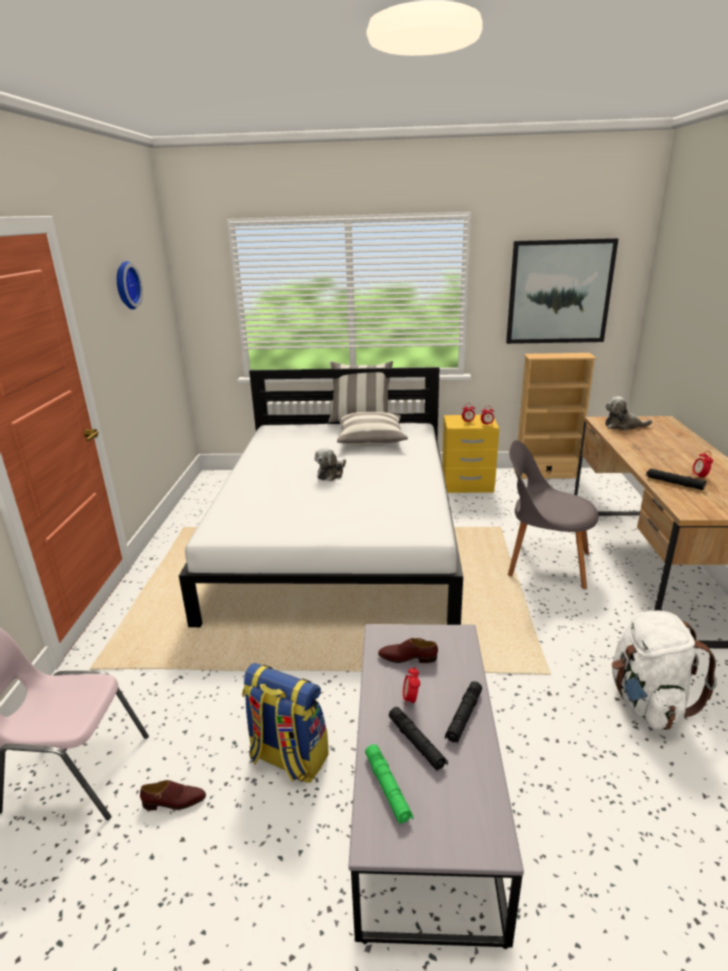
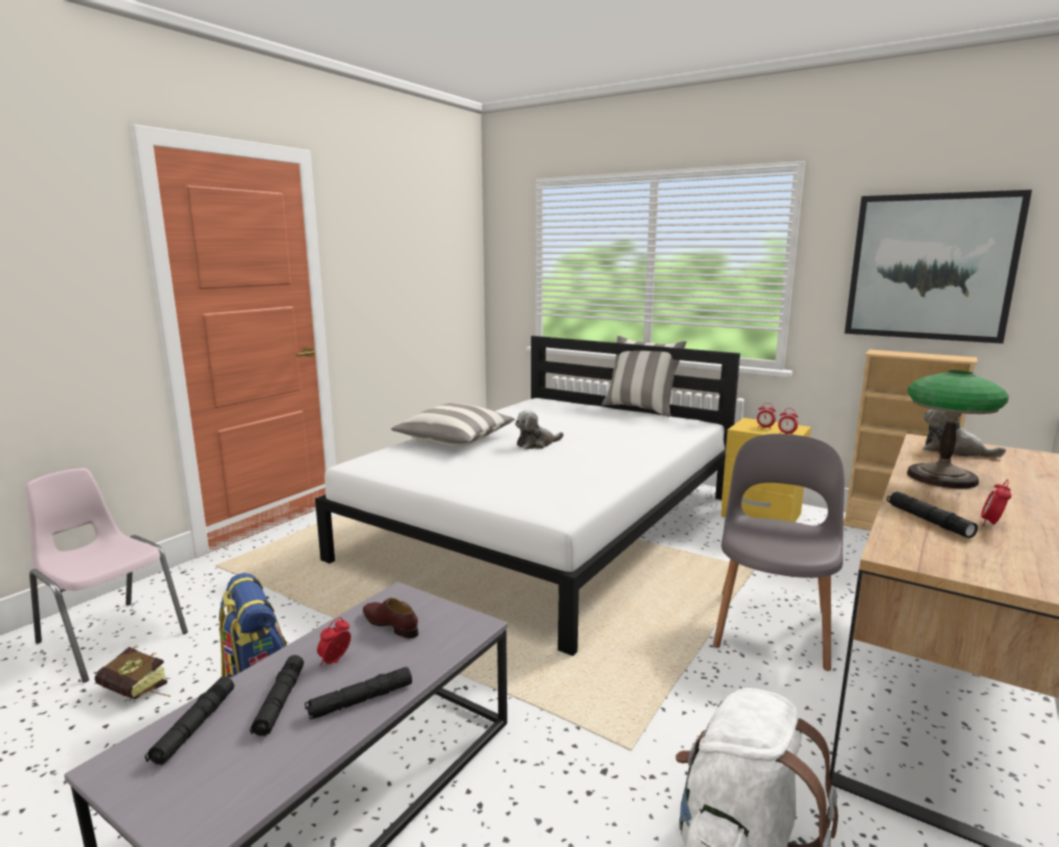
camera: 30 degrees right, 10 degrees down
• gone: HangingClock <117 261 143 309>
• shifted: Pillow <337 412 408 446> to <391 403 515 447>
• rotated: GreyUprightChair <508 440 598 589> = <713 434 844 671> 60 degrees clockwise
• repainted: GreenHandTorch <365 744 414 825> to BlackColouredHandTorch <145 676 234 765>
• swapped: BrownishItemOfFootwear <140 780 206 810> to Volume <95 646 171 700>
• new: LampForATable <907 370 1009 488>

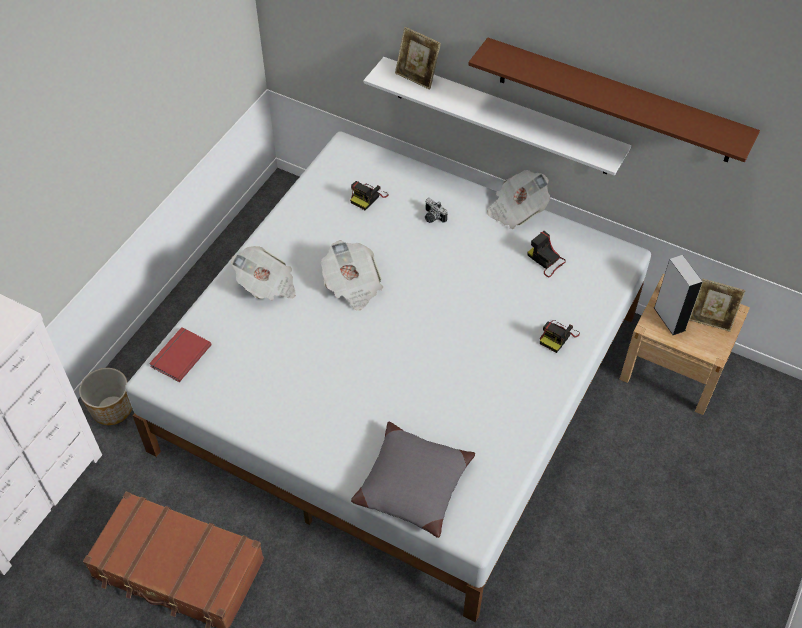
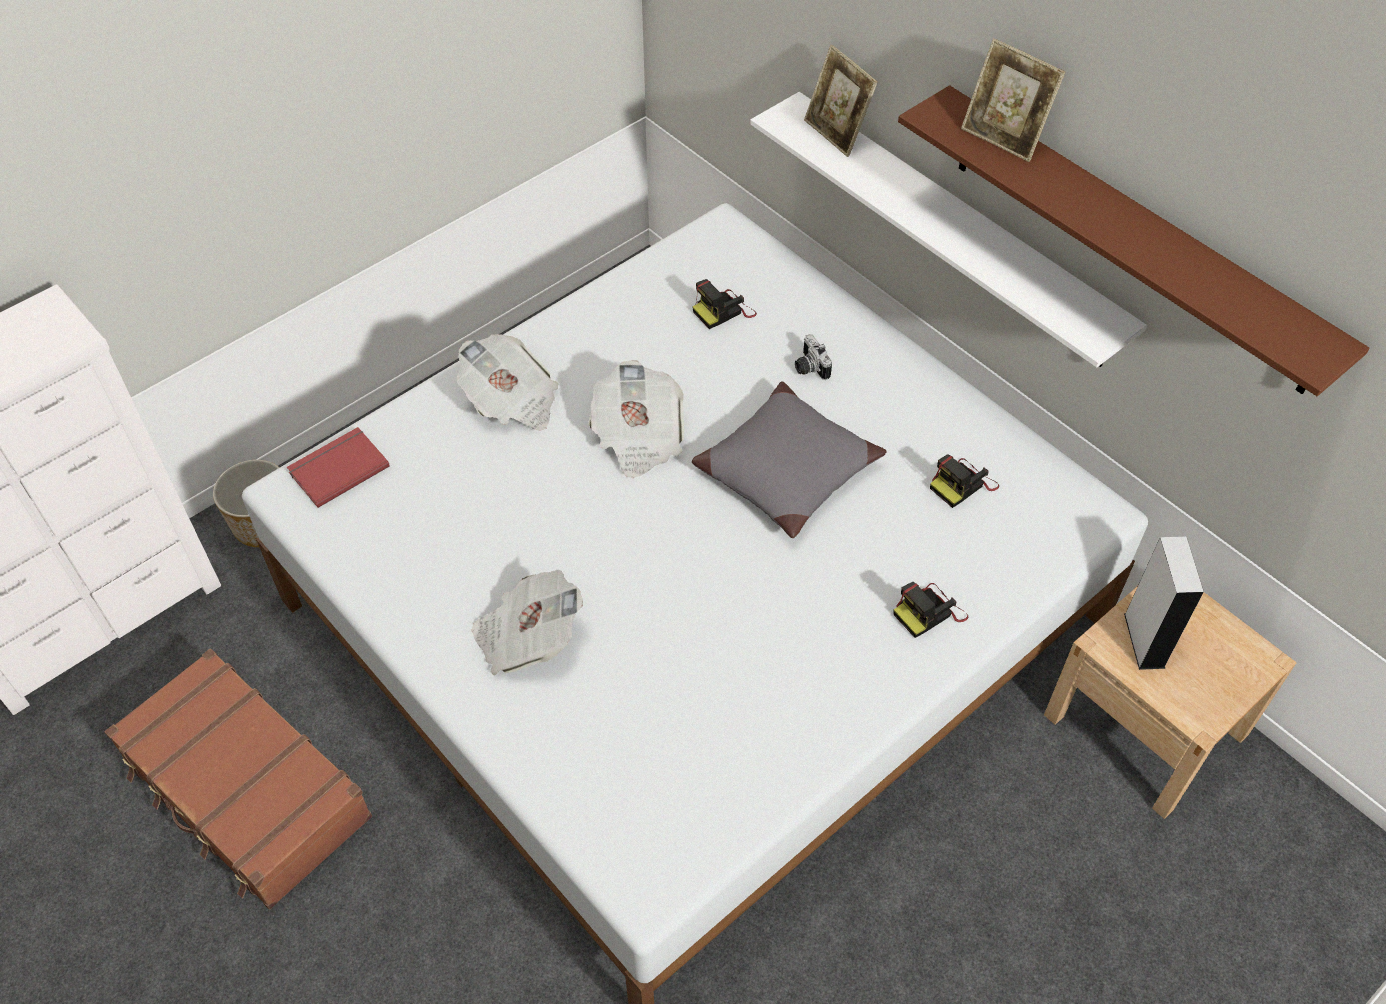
camera: 20 degrees right, 0 degrees up
• shifted: PrintedPaper <487 170 550 229> to <471 570 583 675>
• rotated: PhotoCamera <527 231 566 277> = <930 454 999 508> 105 degrees counterclockwise
• shifted: PictureFrame <689 278 746 332> to <961 38 1065 162>
• shifted: GreyPillow <351 422 475 538> to <692 382 887 538>

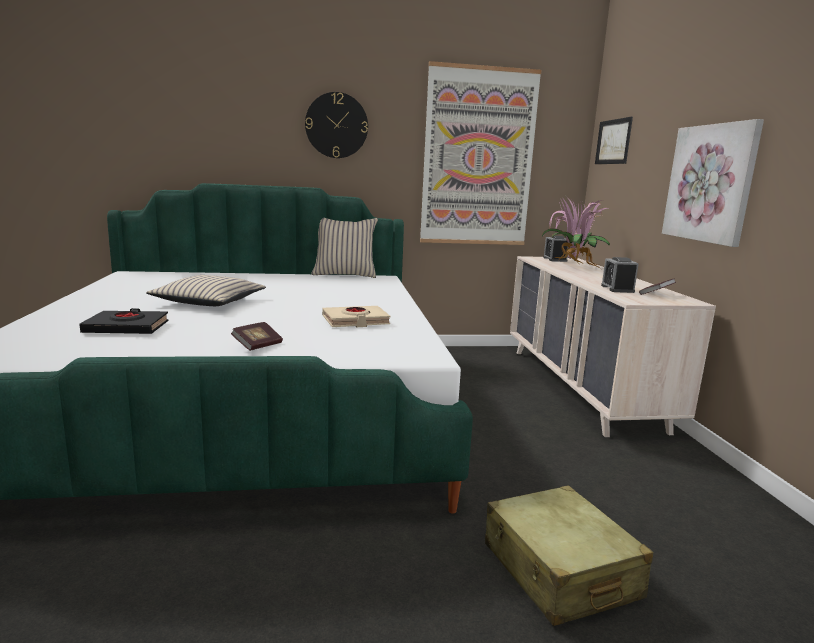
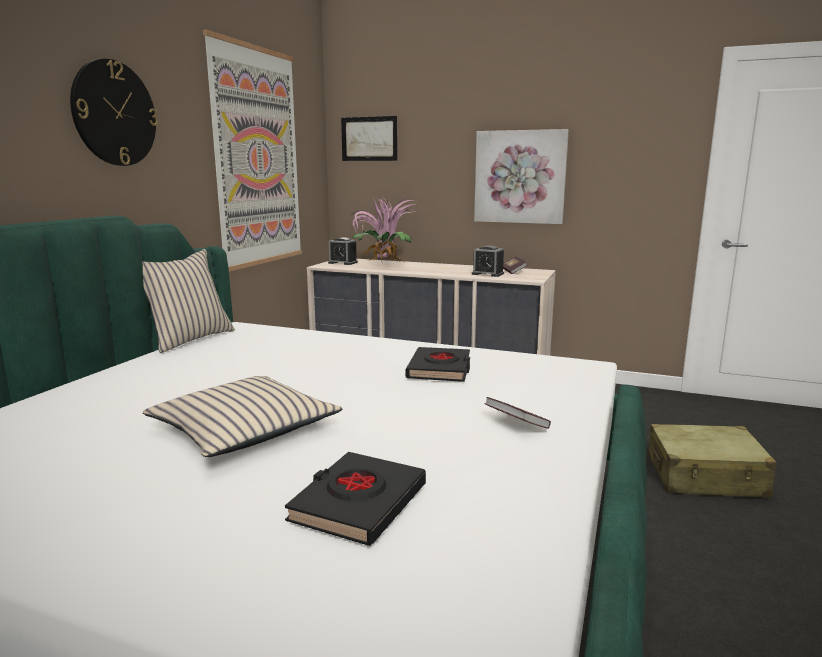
camera: 60 degrees left, 0 degrees up
• repainted: SandColouredVolume <322 306 391 327> to BlackColouredVolume <406 347 470 382>

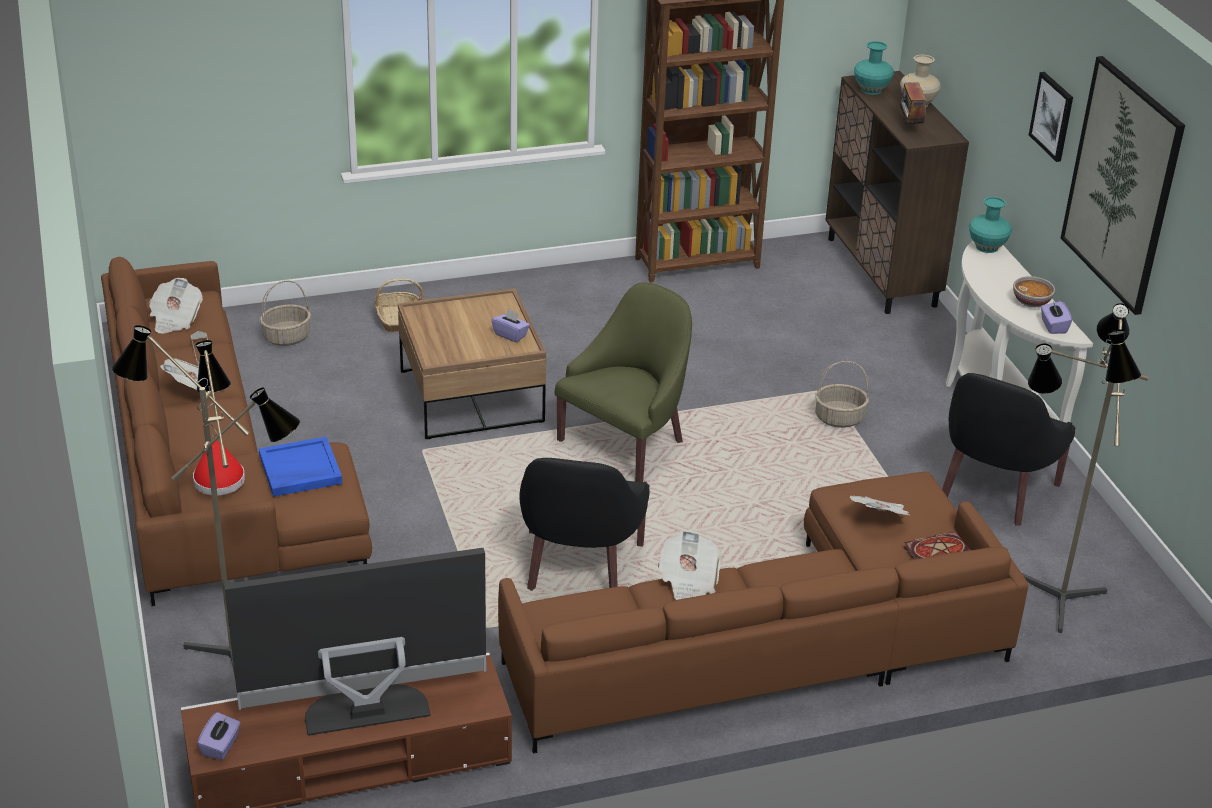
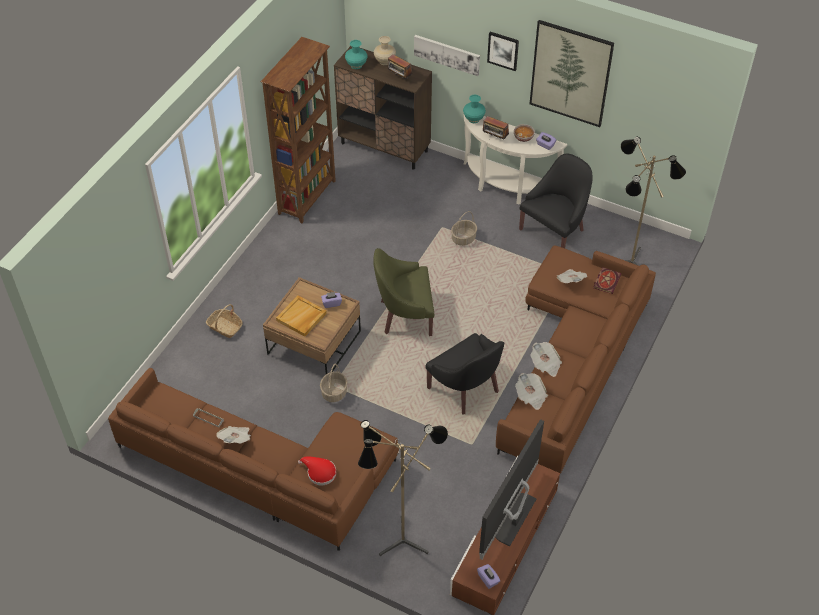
camera: 45 degrees left, 15 degrees up
• shifted: PrintedPaper <149 278 203 333> to <515 373 548 410>
• shifted: Basket <260 280 311 346> to <320 364 348 402>
• rotated: GreenLoungeChair <555 282 692 482> = <373 248 434 336> 90 degrees counterclockwise
• rotated: BlackColouredLoungeChair <942 373 1075 526> = <519 154 593 248> 120 degrees counterclockwise
• gone: BlueColouredServingTray <259 436 342 497>
• new: Picture <414 35 480 76>
• new: RadioSet <483 116 509 140>
• new: SandColouredServingTray <276 295 327 337>

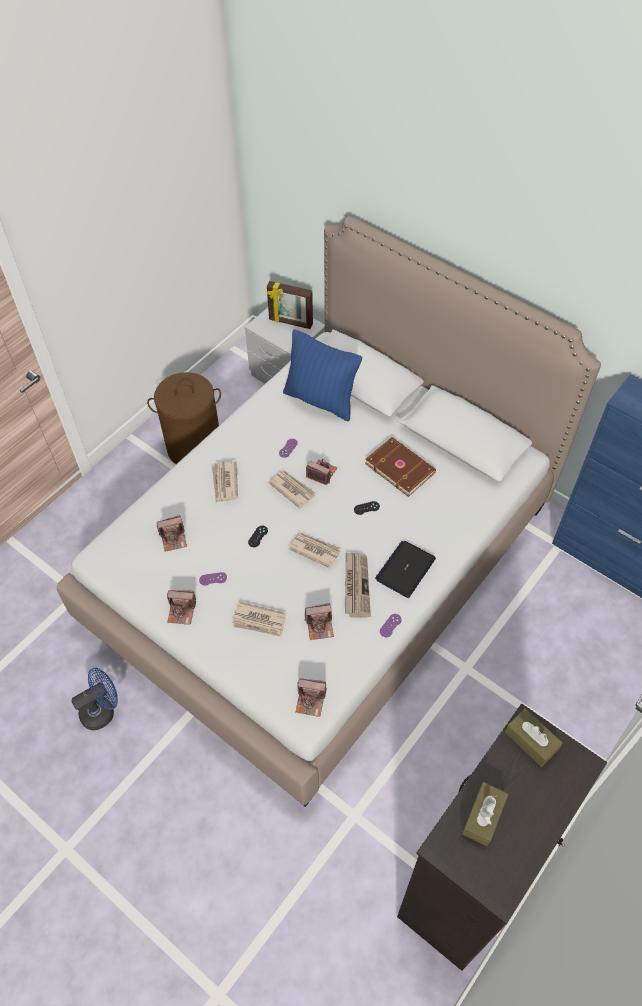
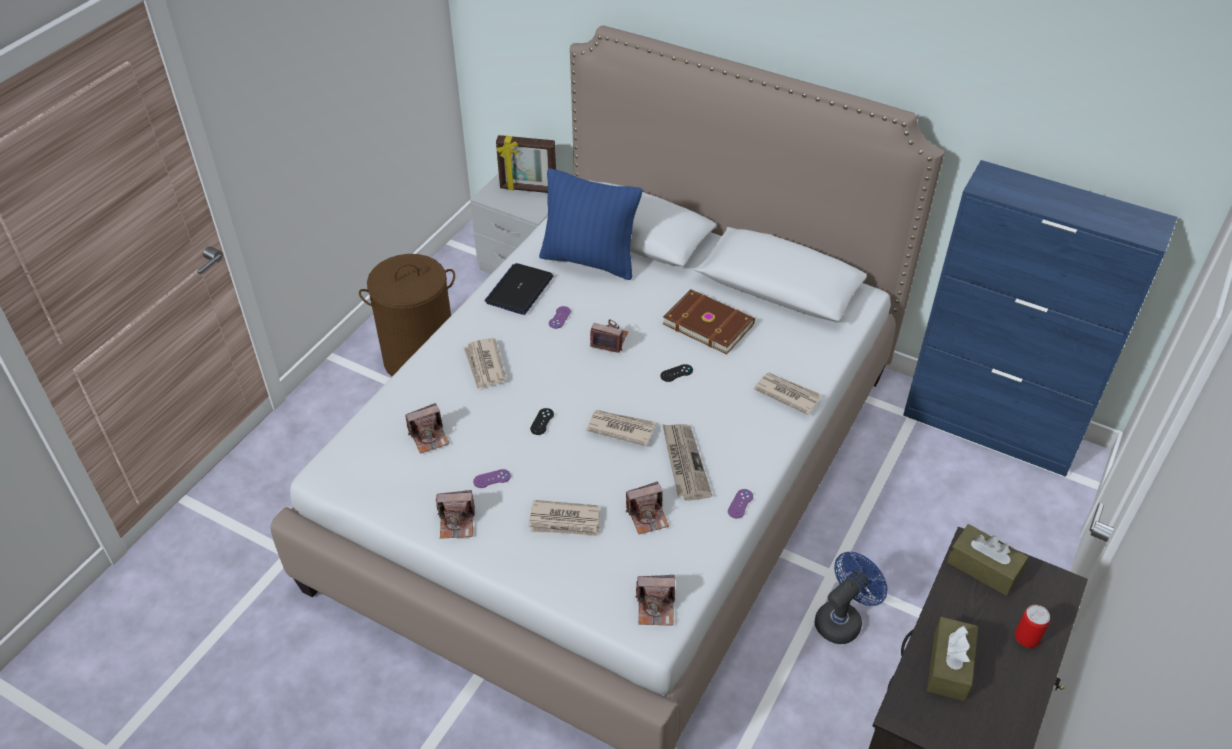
camera: 10 degrees left, 10 degrees down
• shifted: PrintedPaper <268 470 316 509> to <754 372 822 415>
• shifted: PortableComputer <375 541 436 598> to <485 263 553 315>
• shifted: BlueColouredCoolingFan <71 668 118 730> to <815 552 887 644>
• new: Can <1015 605 1050 648>

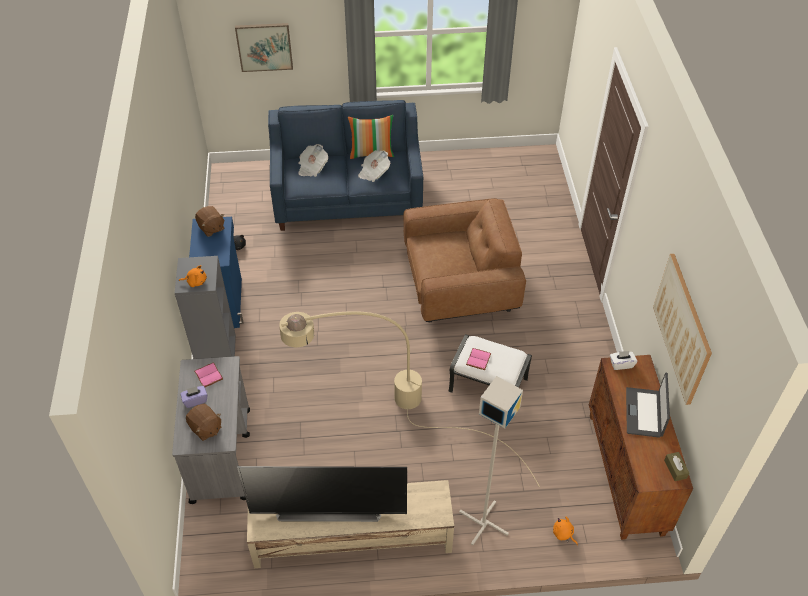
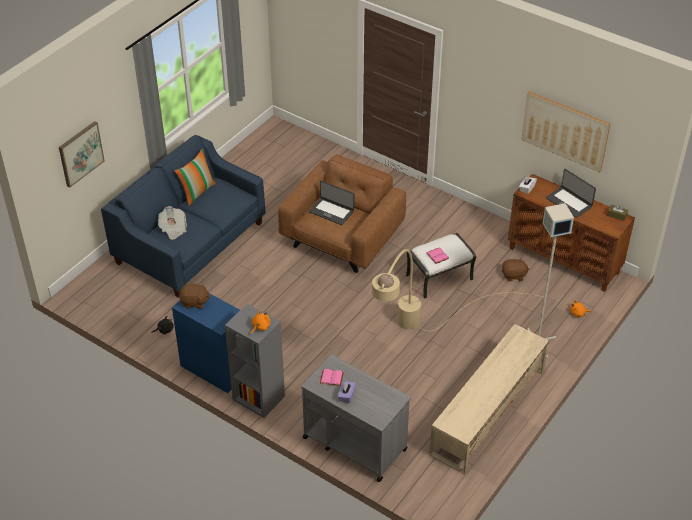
camera: 50 degrees left, 5 degrees down
• gone: PrintedPaper <358 150 390 182>
• shifted: BrownishSoftToy <186 404 222 441> to <502 257 529 281>
• gone: Television <237 466 407 522>
• new: PortableComputer <309 181 354 225>

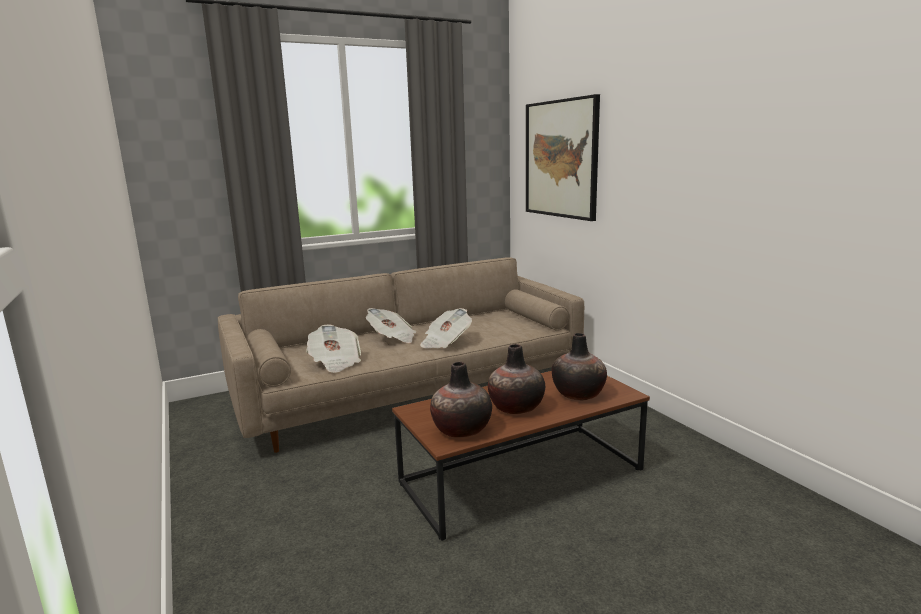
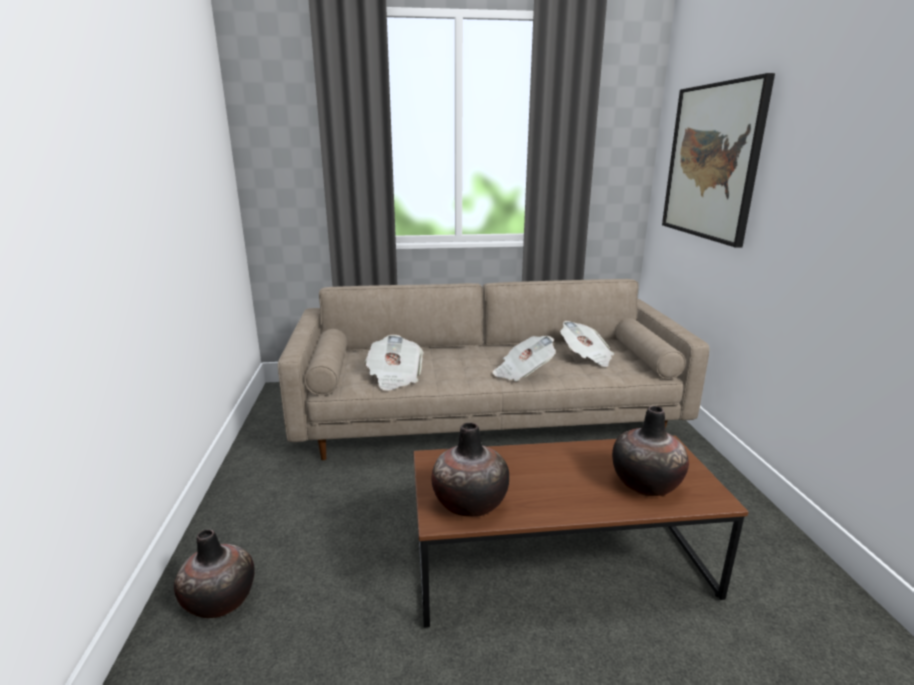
camera: 20 degrees right, 5 degrees up
• shifted: PrintedPaper <366 308 416 343> to <561 321 614 367>
• shifted: Vase <488 344 545 414> to <174 529 255 618>

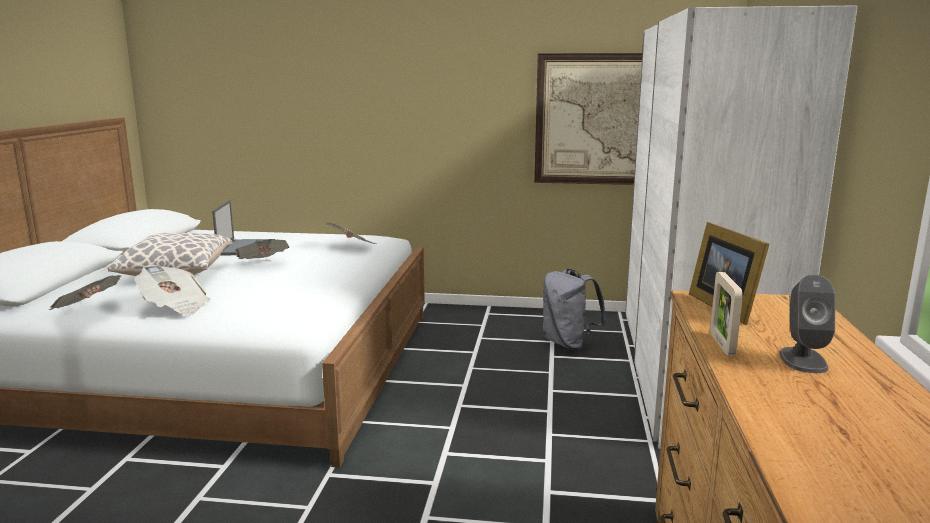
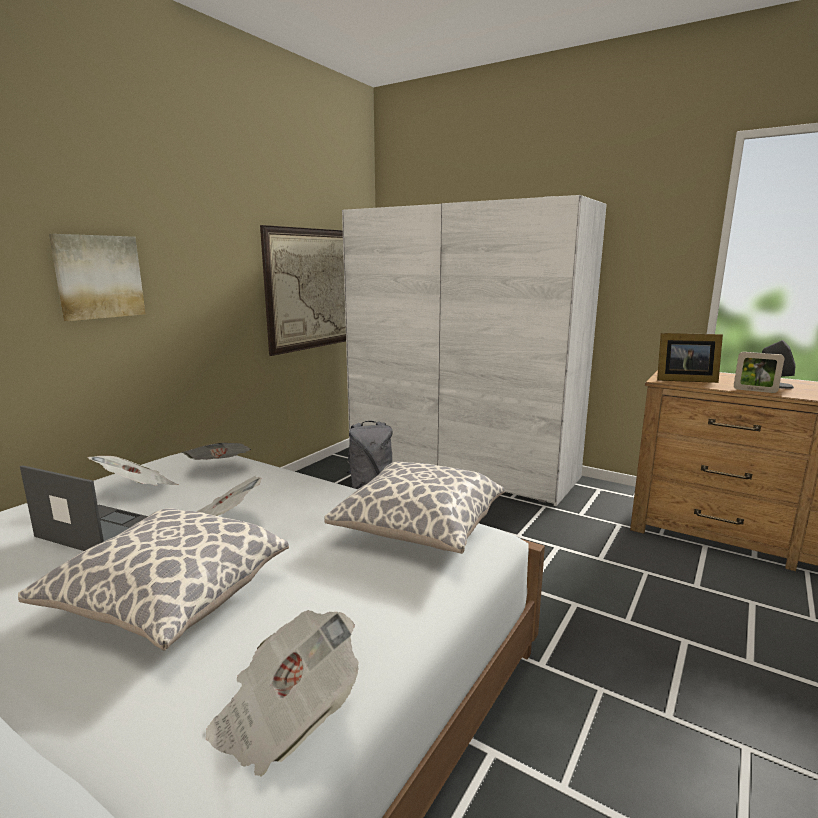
camera: 65 degrees left, 0 degrees up
• shifted: PrintedPaper <134 265 210 315> to <87 456 179 486>
• new: Picture <49 234 145 321>
• new: Pillow <324 462 504 554>

